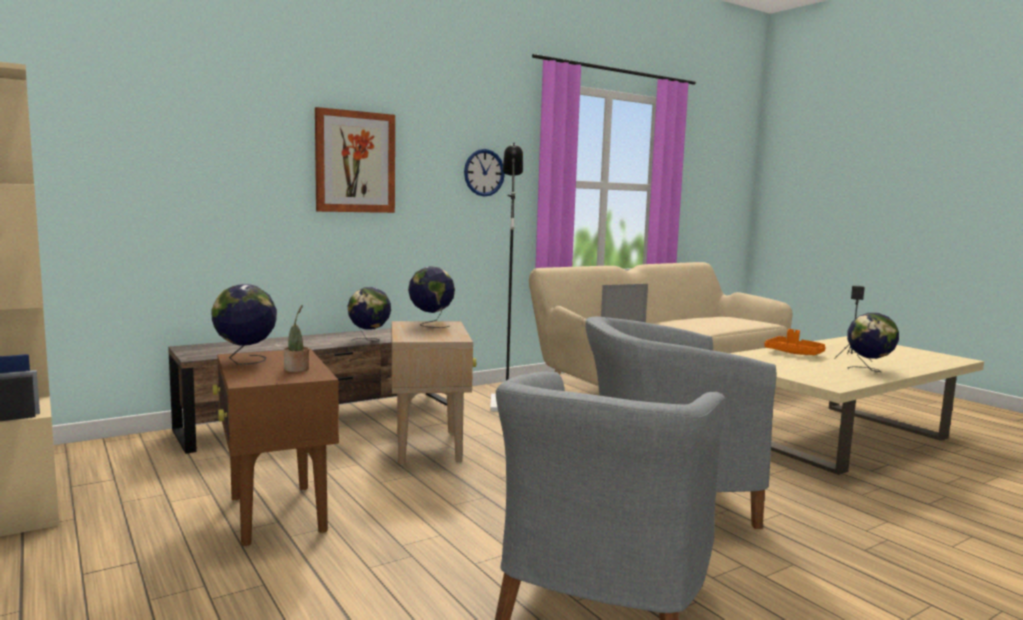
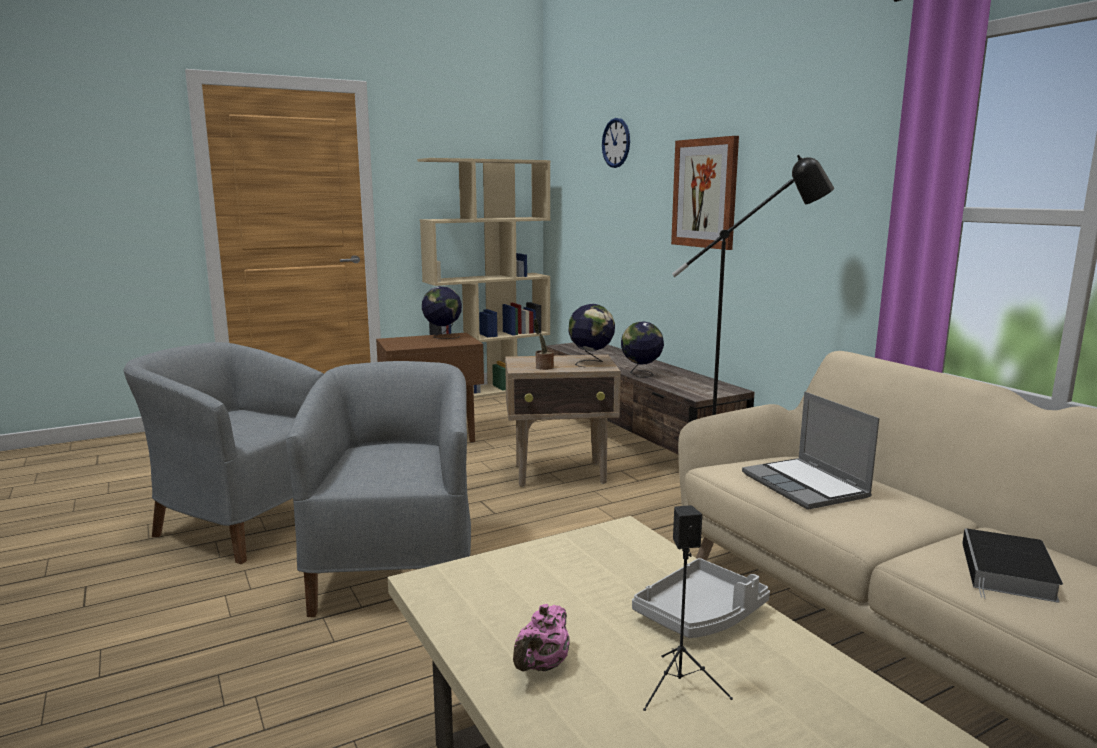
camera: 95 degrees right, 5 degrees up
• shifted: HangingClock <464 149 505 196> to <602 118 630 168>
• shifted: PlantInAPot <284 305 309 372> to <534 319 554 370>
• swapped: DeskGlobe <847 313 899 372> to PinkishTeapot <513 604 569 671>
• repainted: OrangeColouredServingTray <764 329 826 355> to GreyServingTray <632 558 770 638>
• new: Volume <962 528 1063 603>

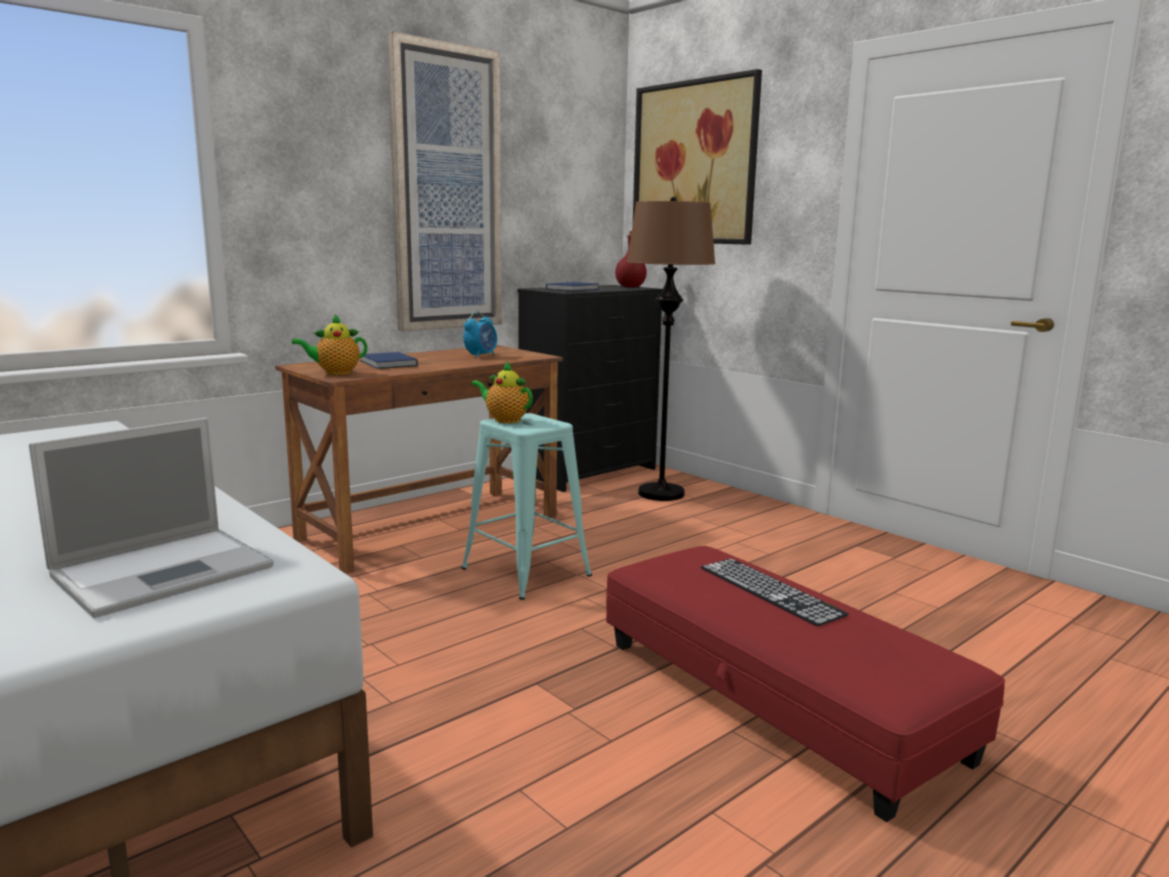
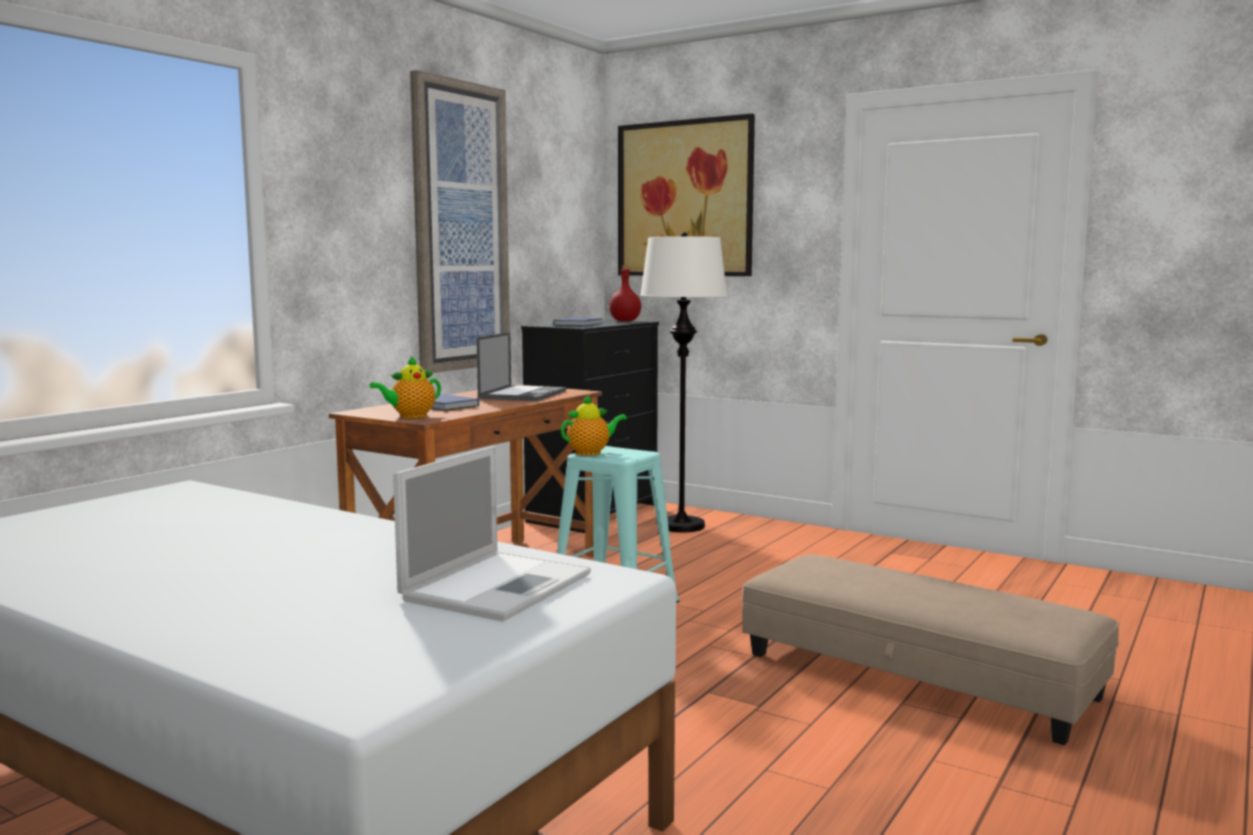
camera: 15 degrees left, 5 degrees down
• repainted: BrownishStandardLamp <626 197 716 501> to WhiteStandardLamp <640 232 727 533>
• swapped: BedsideClock <463 311 497 358> to PortableComputer <476 332 566 401>
• rotated: Teapot <471 361 533 423> = <561 395 627 456> 135 degrees clockwise
• repainted: RedColouredPouffe <606 546 1005 822> to SandColouredPouffe <742 554 1119 745>
• gone: ComputerKeyboard <701 559 849 626>

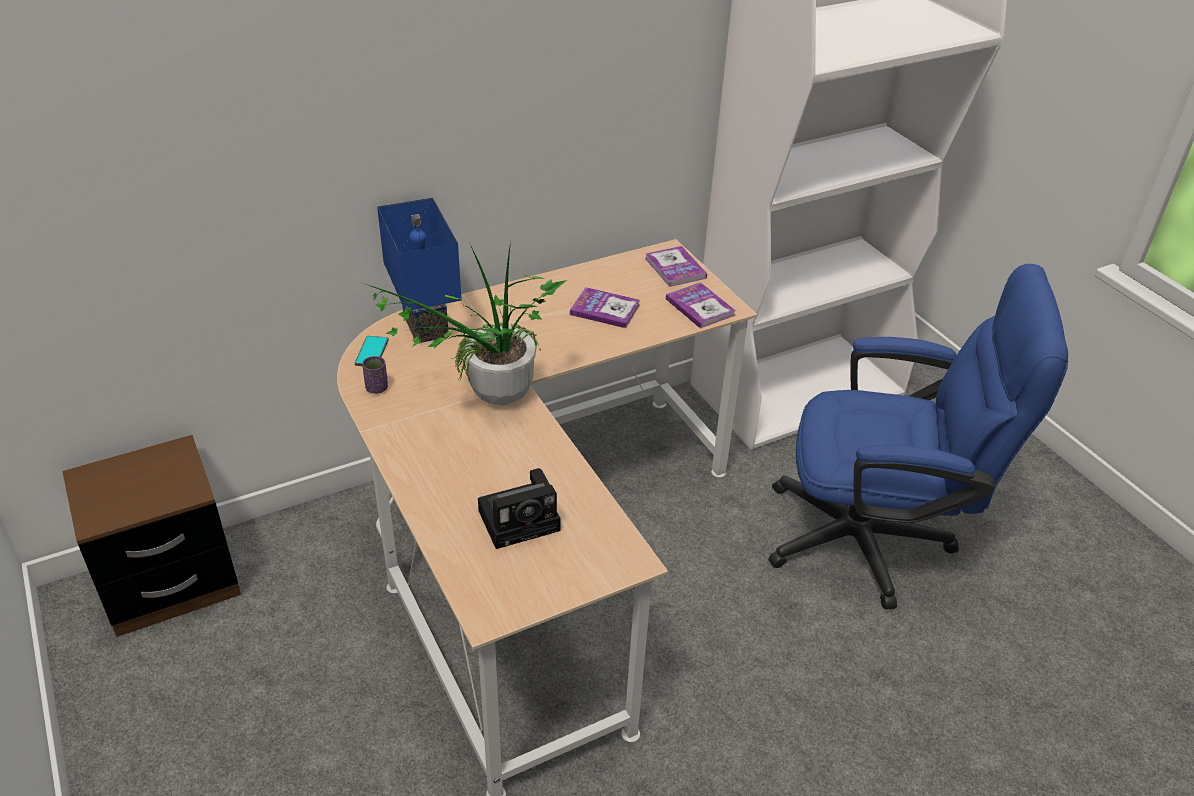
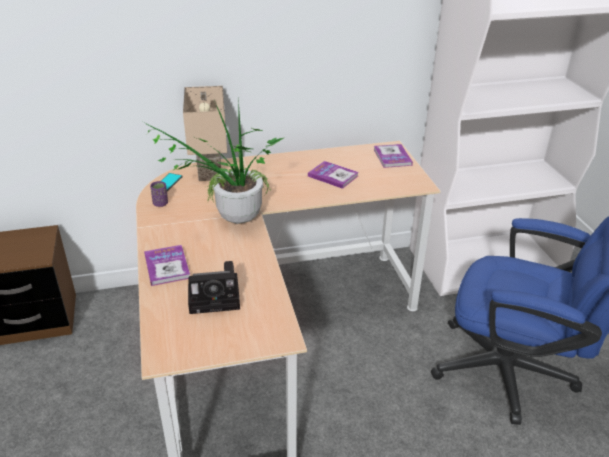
camera: 15 degrees right, 5 degrees down
• repainted: BlueColouredLampForATable <377 198 462 343> to SandColouredLampForATable <183 86 227 181>
• shifted: Volume <666 282 736 329> to <144 245 190 286>

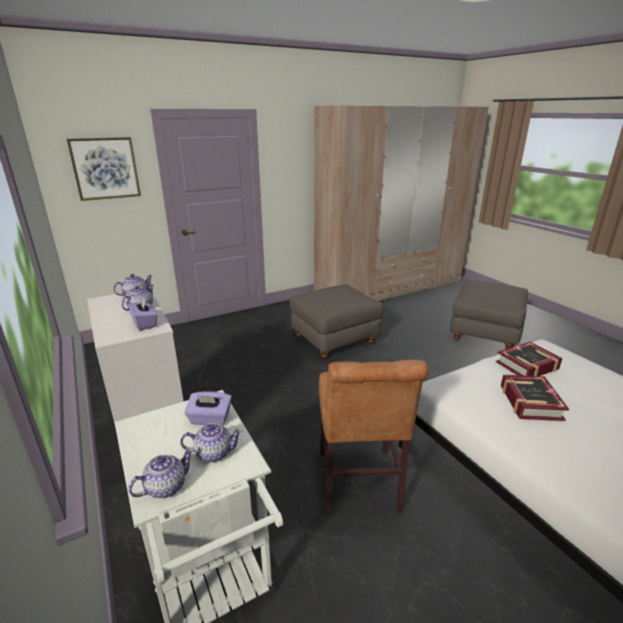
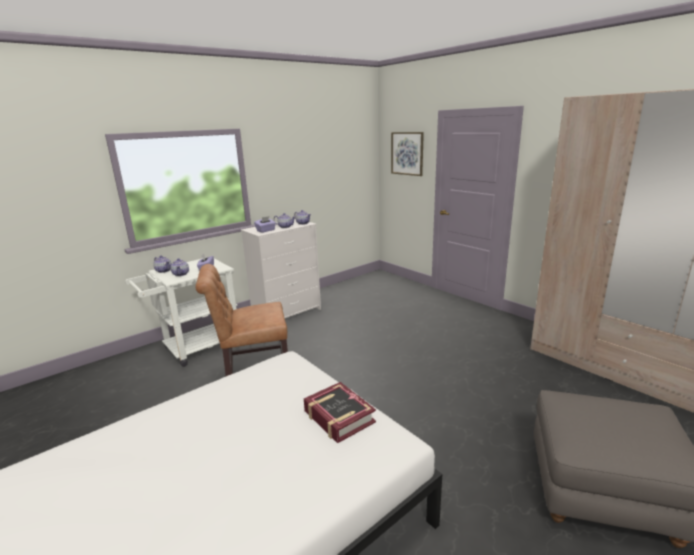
camera: 80 degrees right, 5 degrees down
• gone: GreyPouffe <290 284 384 359>
• gone: Volume <501 375 569 421>

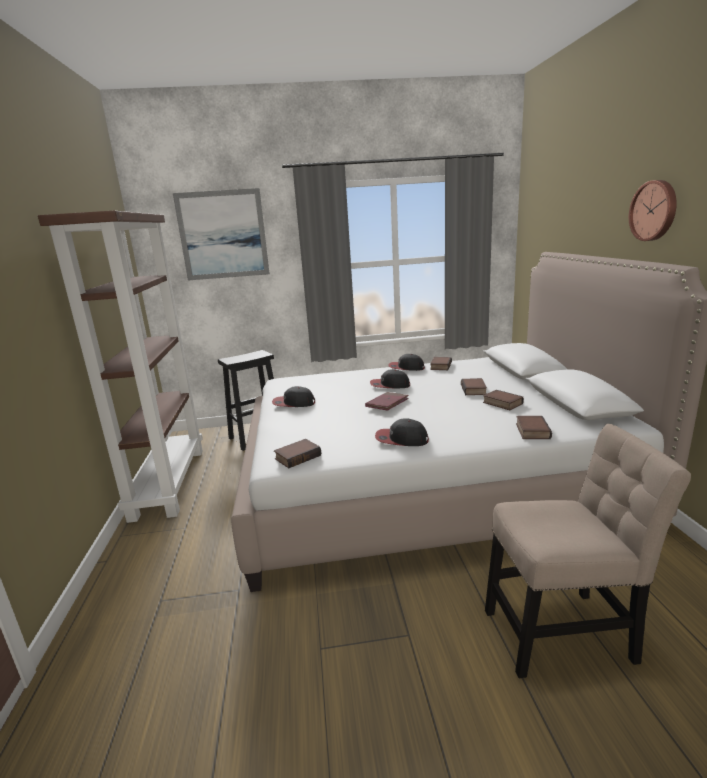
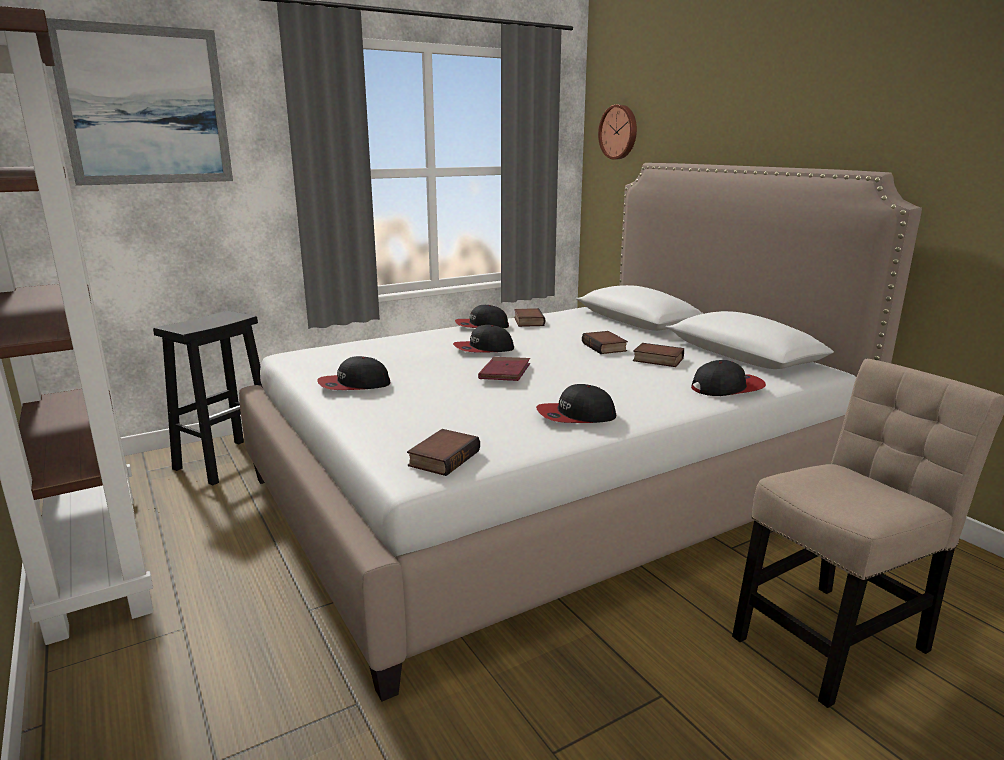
camera: 25 degrees left, 0 degrees up
• shifted: HangingClock <629 180 677 241> to <598 105 637 159>
• swapped: Volume <516 416 552 439> to BaseballCap <691 360 766 396>

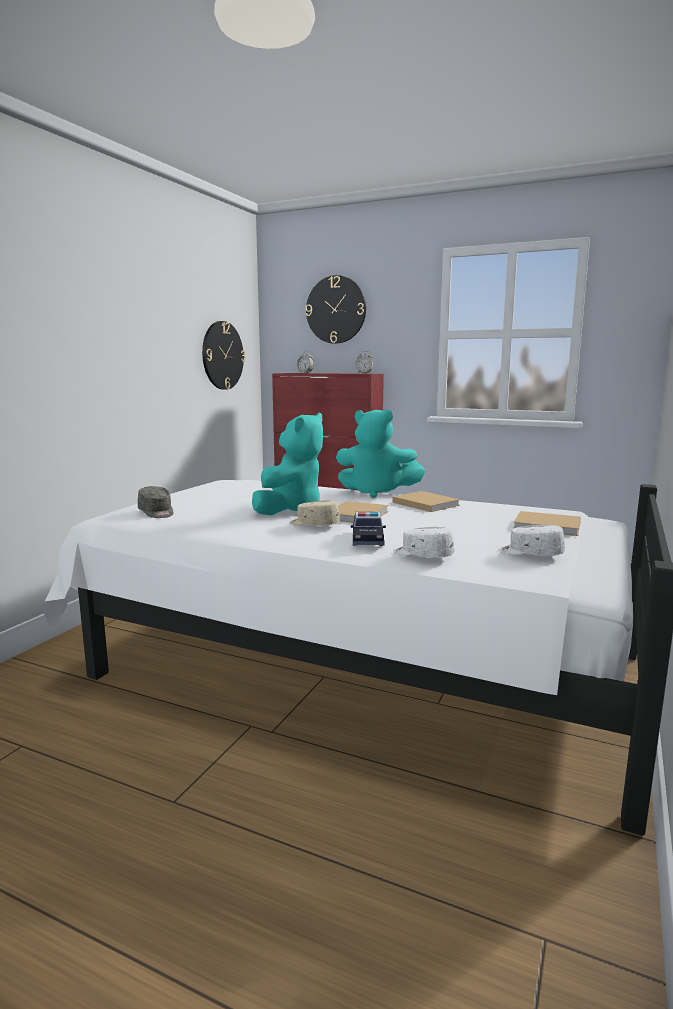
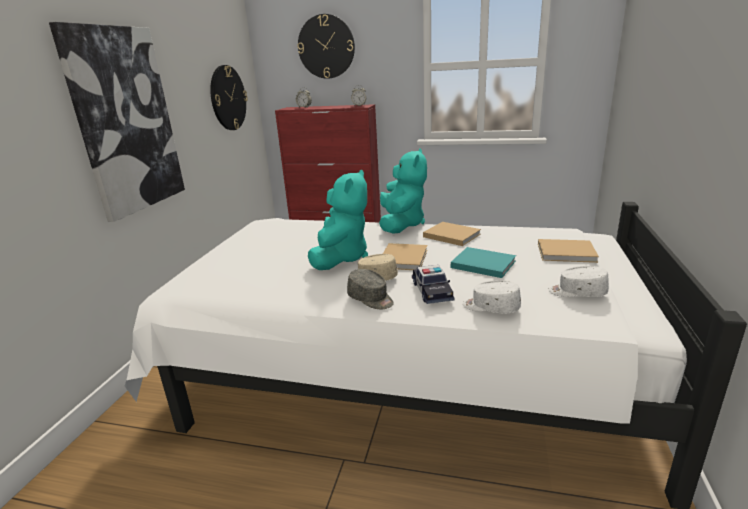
camera: 10 degrees left, 10 degrees up
• rotated: TurquoiseColouredSoftToy <336 409 425 498> = <379 148 427 234> 90 degrees counterclockwise
• shifted: GreyBaseballCap <138 486 173 518> to <347 269 394 309>
• new: Picture <49 22 185 222>
• new: TurquoiseColouredVolume <451 247 516 278>

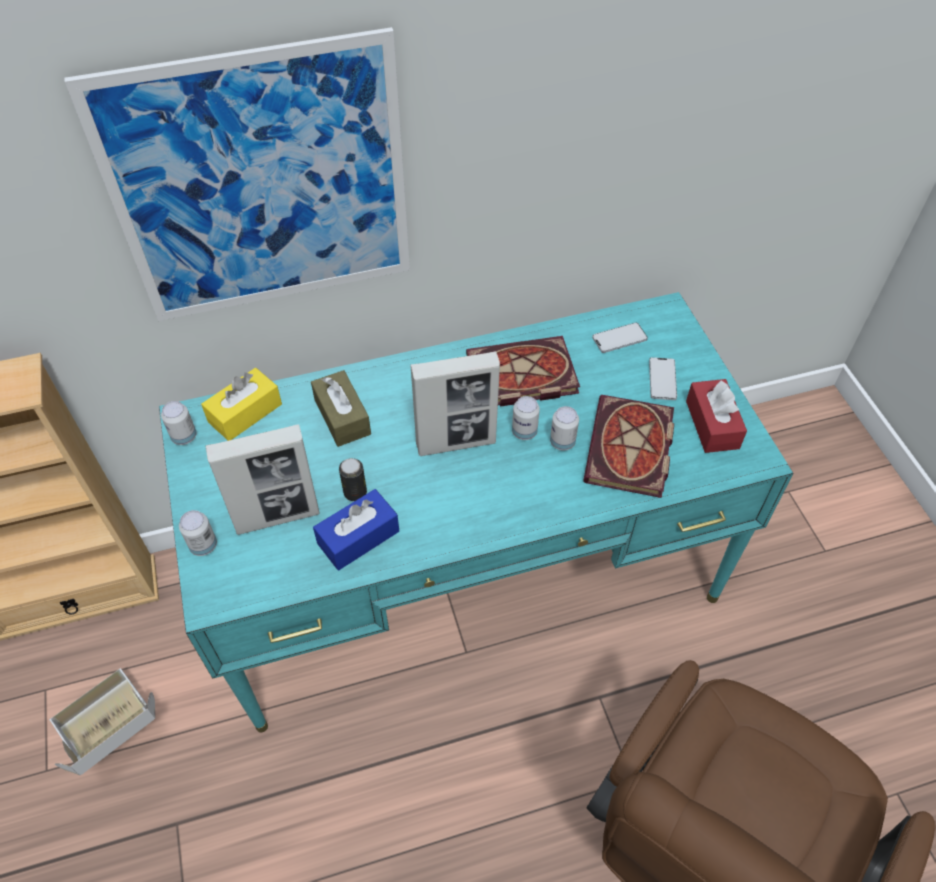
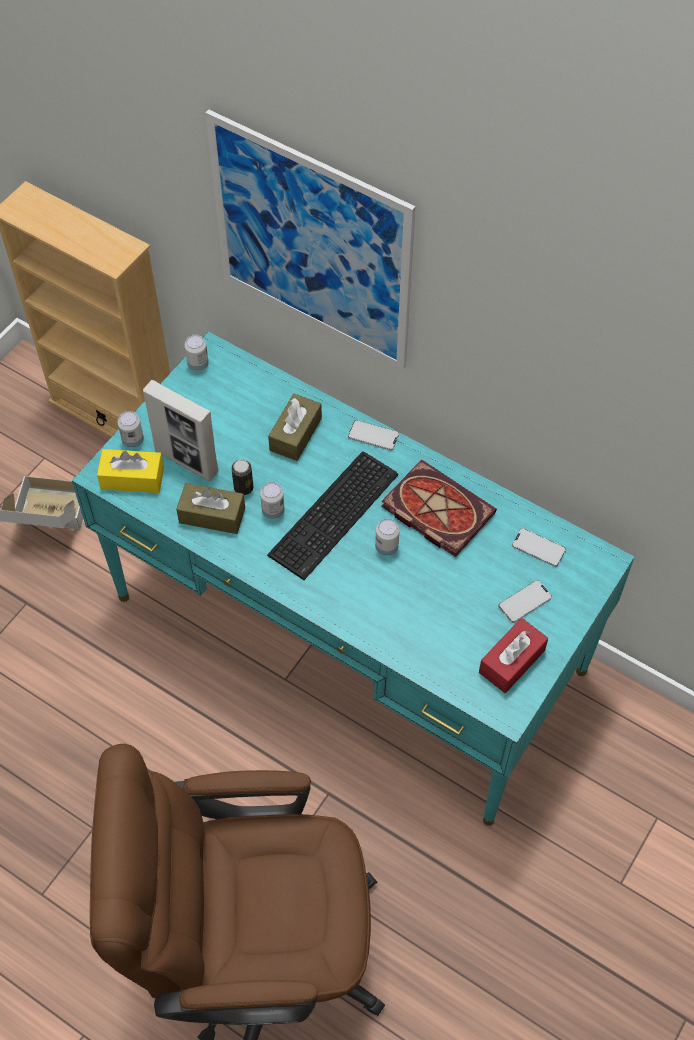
camera: 50 degrees right, 5 degrees up
• swapped: PictureFrame <411 352 500 456> to ComputerKeyboard <267 452 399 580>
• shifted: YellowishTissueHolder <201 368 282 441> to <97 449 164 493>
• gone: Volume <583 395 674 498>
• shifted: Can <550 406 579 451> to <260 482 285 519>
• repainted: BlueColouredTissueHolder <313 489 399 570> to BrownishTissueHolder <176 483 245 534>
• new: Telephone <348 420 399 451>

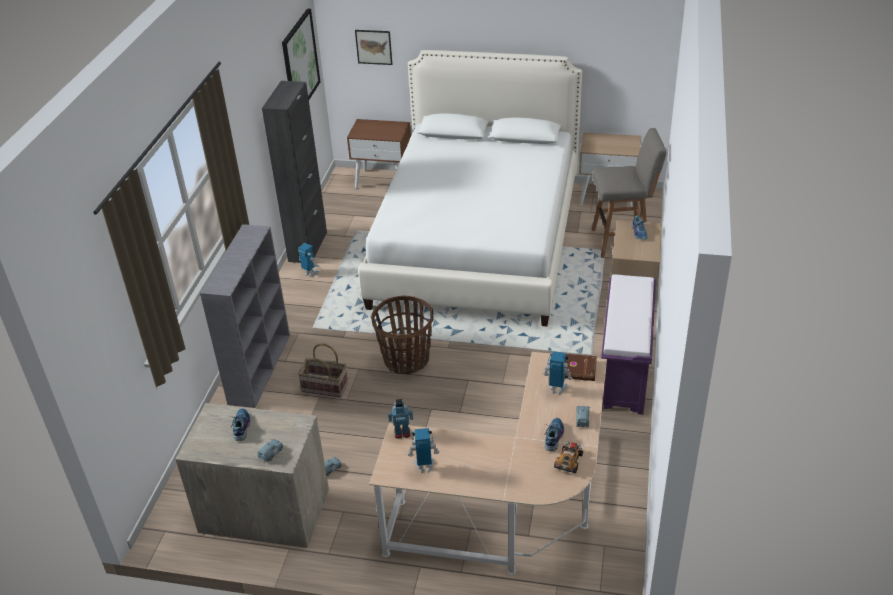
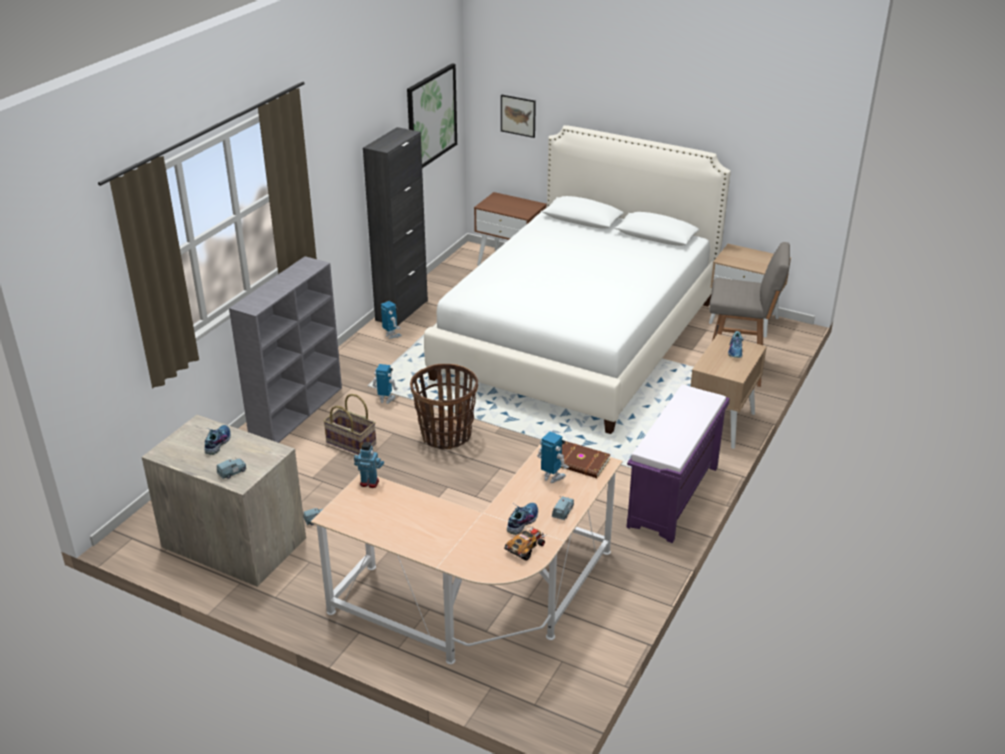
camera: 15 degrees right, 5 degrees down
• shifted: ModelRobot <408 428 439 473> to <372 364 398 404>

